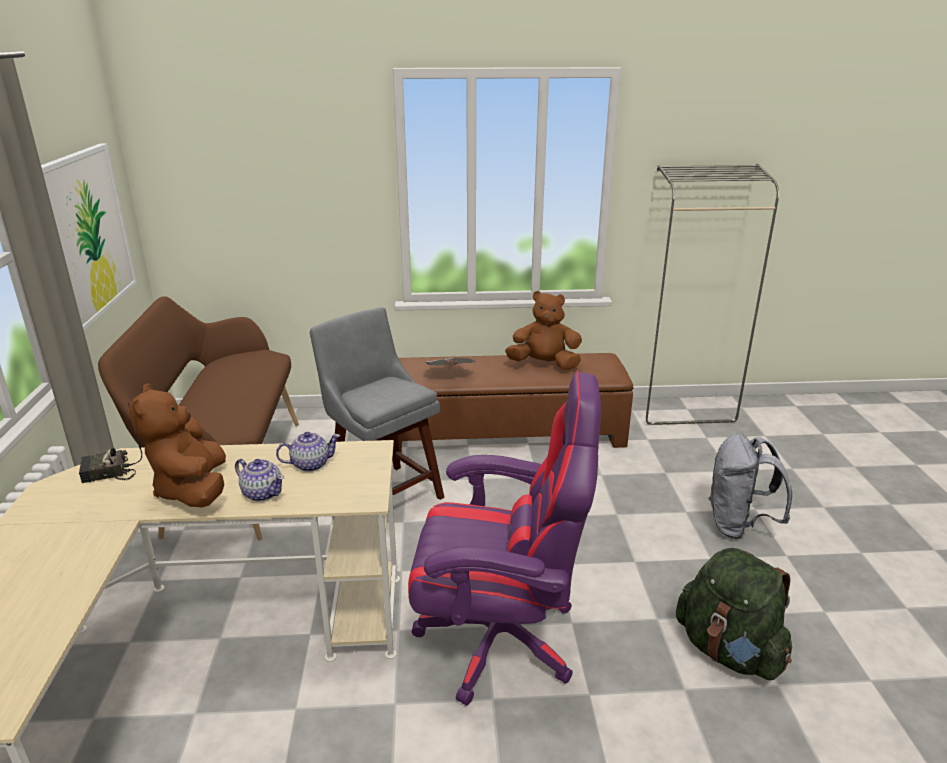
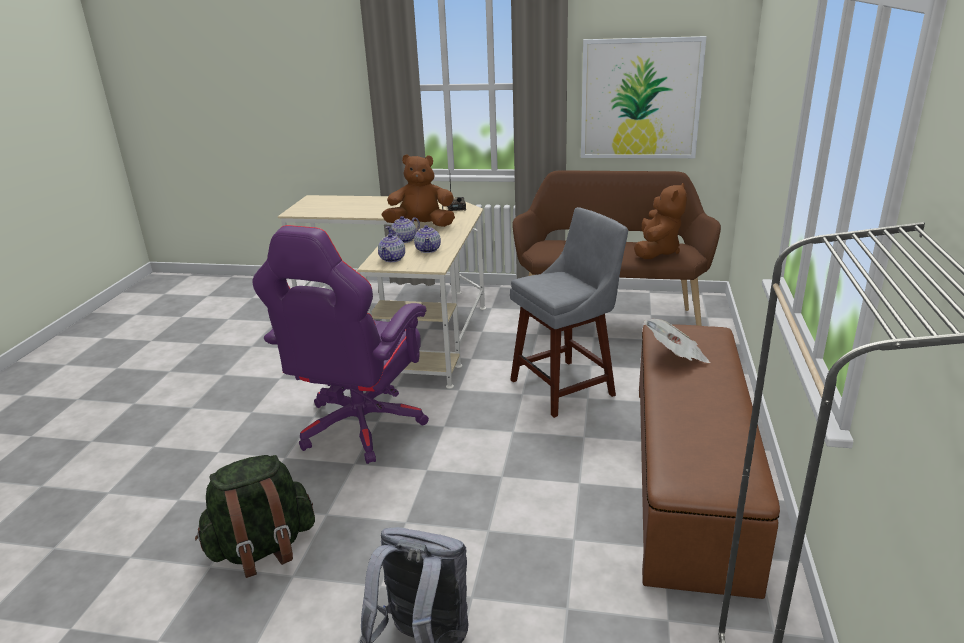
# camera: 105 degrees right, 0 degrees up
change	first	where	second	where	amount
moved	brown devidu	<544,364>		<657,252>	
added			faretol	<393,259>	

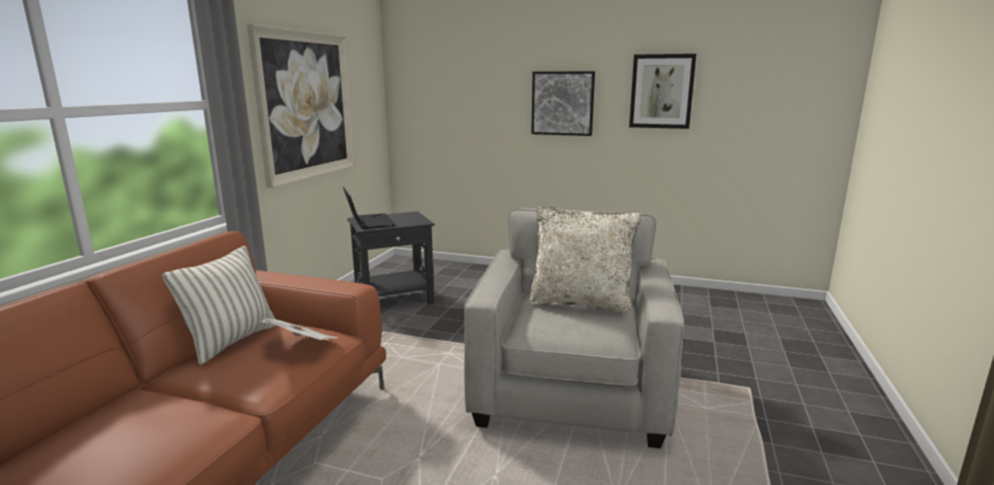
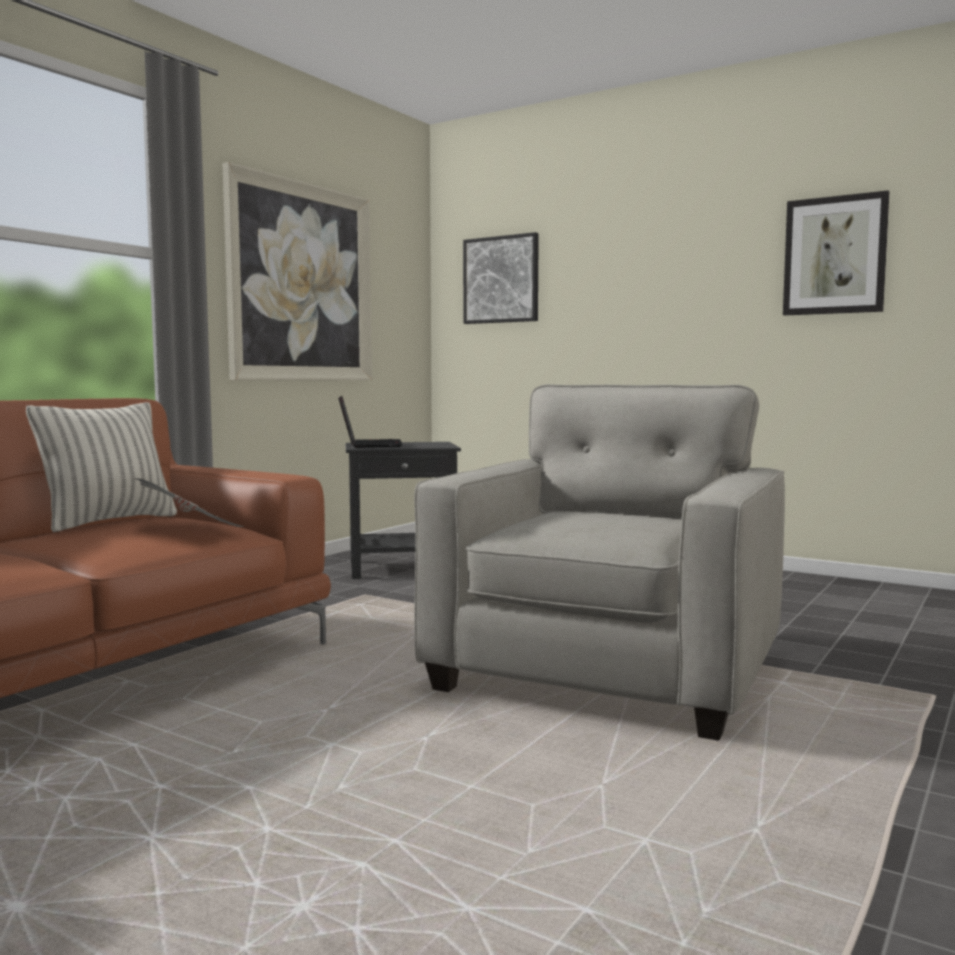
# camera: 15 degrees right, 10 degrees down
change	first	where	second	where	amount
removed	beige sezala	<581,304>			
moved	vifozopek	<562,103>		<501,280>	

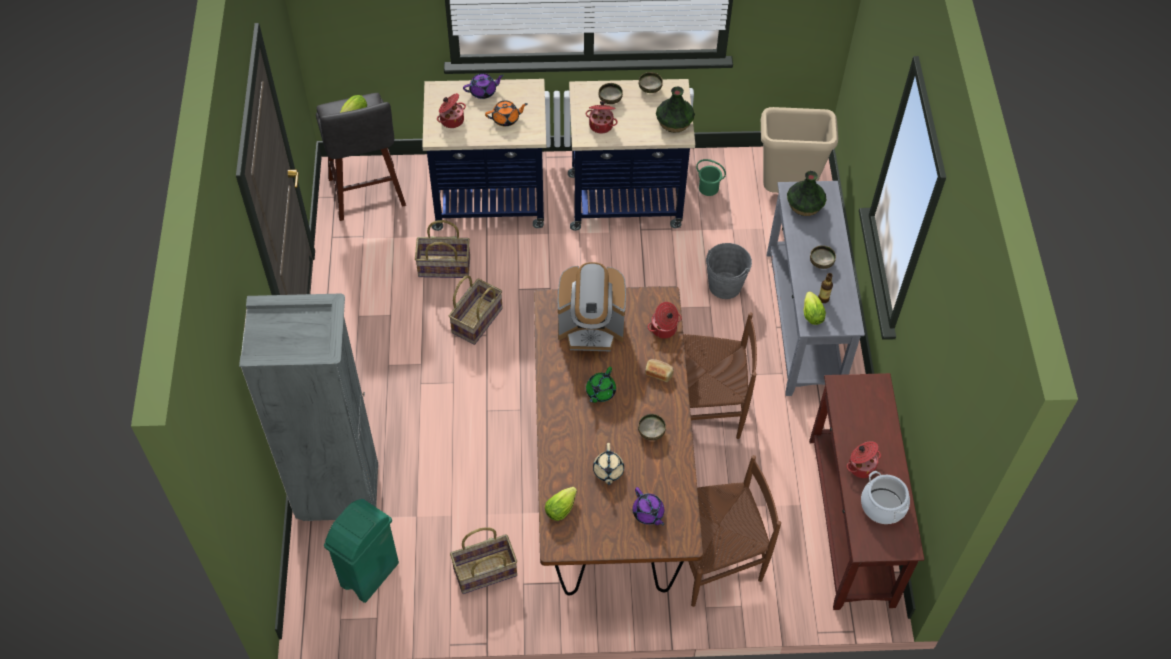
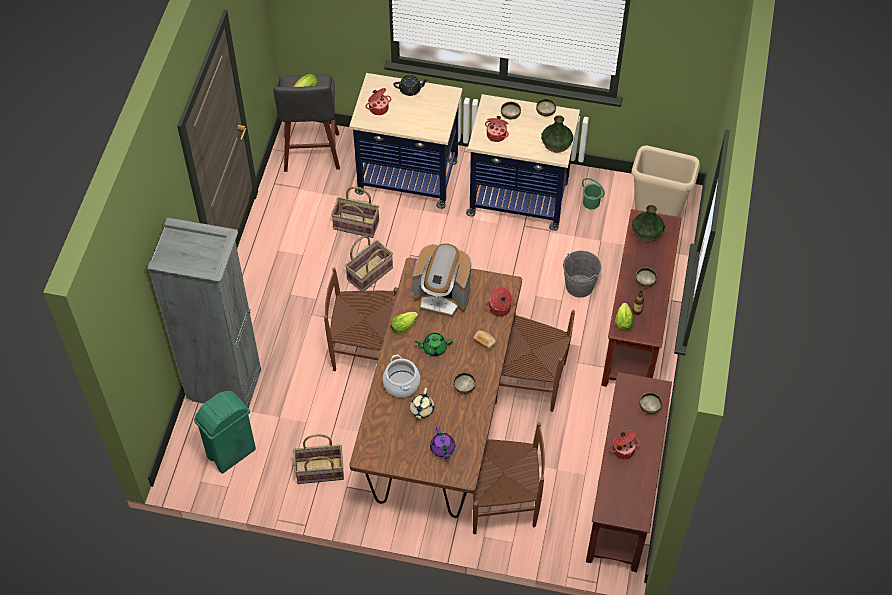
# camera: 15 degrees right, 0 degrees up
change	first	where	second	where	amount
recoloured	purple faretol	<483,91>	black faretol	<410,90>	
removed	orange faretol	<506,119>			
moved	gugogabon	<562,507>		<405,325>	
turned	green faretol	<600,392>		<434,348>	45 degrees clockwise
recoloured	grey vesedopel	<804,322>	brown vesedopel	<635,329>	
moved	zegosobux	<882,506>		<401,384>	
added			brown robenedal	<365,349>	
added			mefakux	<649,407>	

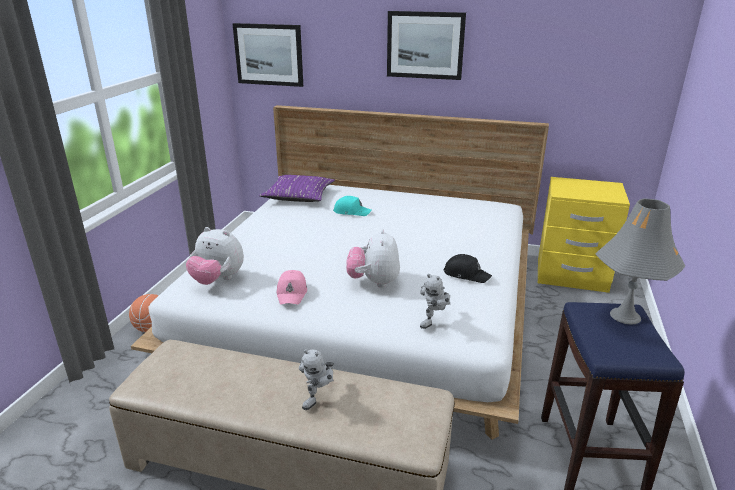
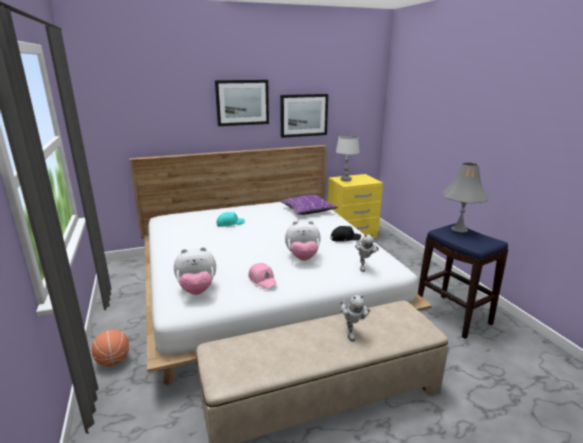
# camera: 35 degrees left, 5 degrees down
change	first	where	second	where	amount
moved	vifozopek	<269,54>		<304,115>	
moved	purple sezala	<298,196>		<307,210>	
turned	devidu	<374,282>		<303,258>	60 degrees counterclockwise
added			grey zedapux	<346,180>	

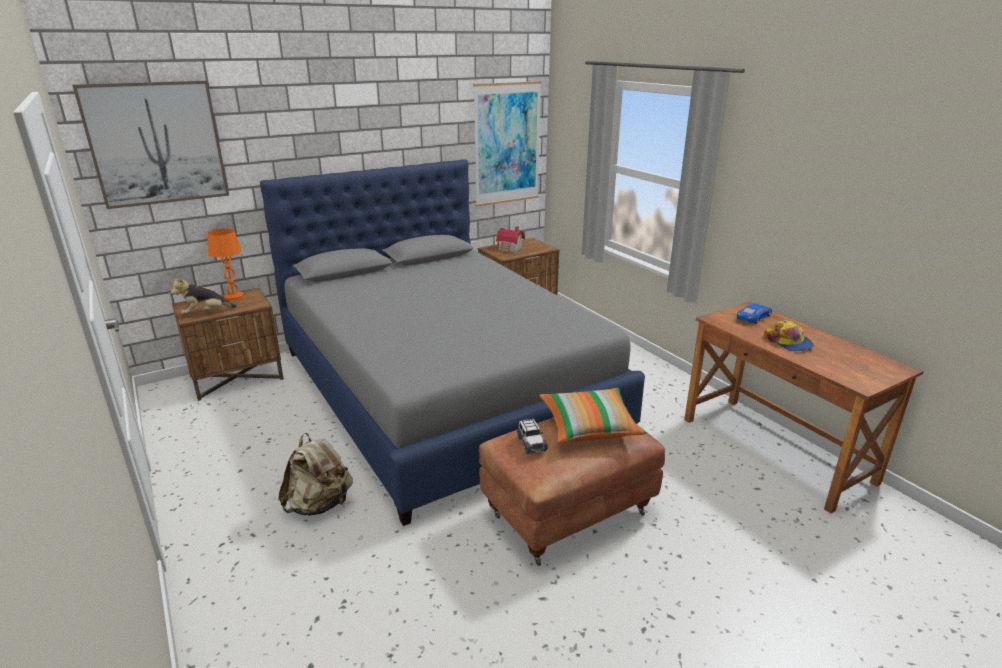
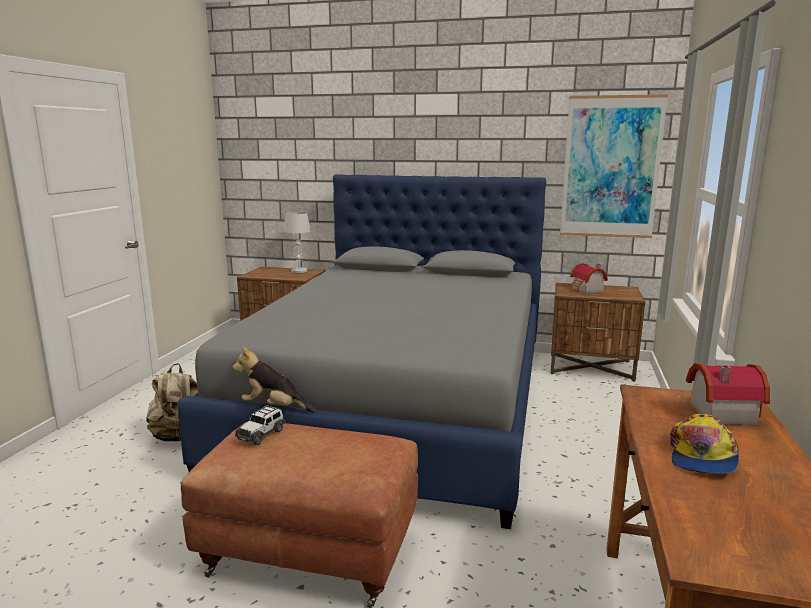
# camera: 45 degrees right, 10 degrees down
change	first	where	second	where	amount
removed	vifozopek	<156,144>			
moved	devidu	<205,313>		<274,407>	
recoloured	orange zedapux	<233,296>	white zedapux	<299,271>	
removed	sezala	<589,426>			
replaced	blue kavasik	<753,317>	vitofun	<718,412>	

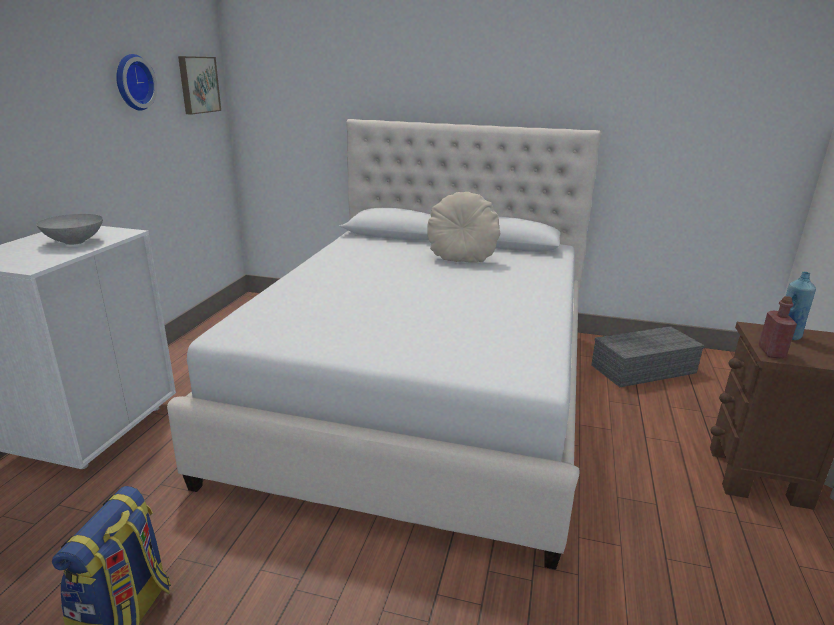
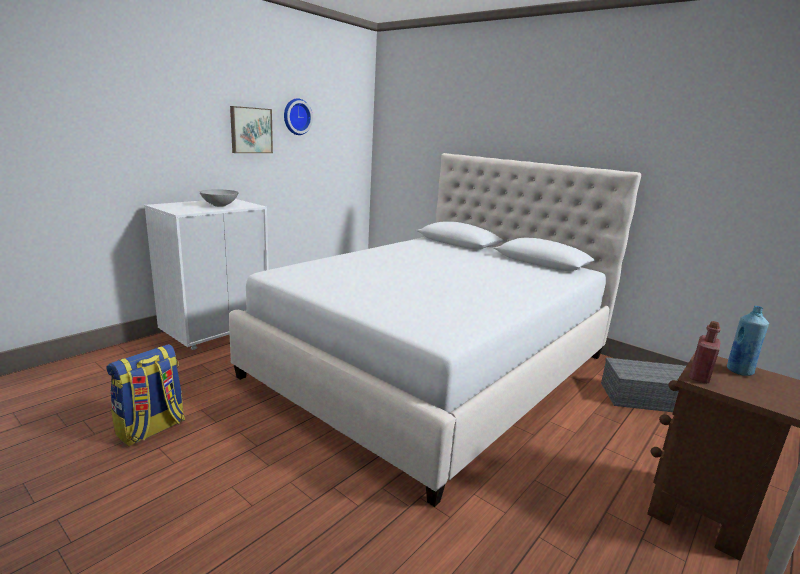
# camera: 25 degrees right, 5 degrees down
change	first	where	second	where	amount
moved	vifozopek	<198,84>		<250,130>	
removed	beige sezala	<462,259>			

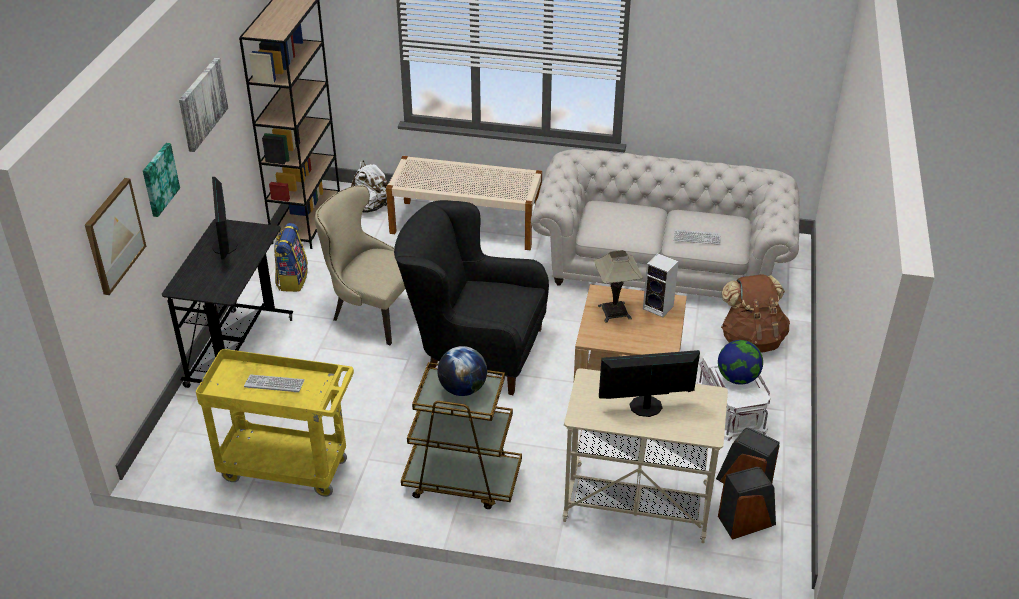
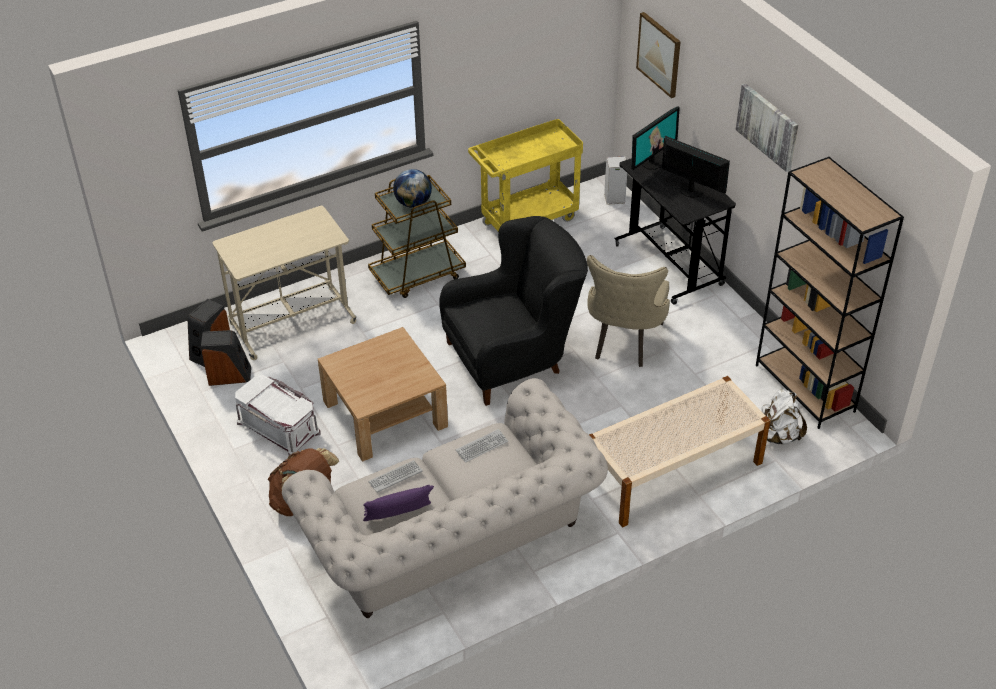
# camera: 140 degrees right, 5 degrees up
change	first	where	second	where	amount
removed	vifozopek	<159,179>			
moved	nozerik	<274,384>		<482,446>	
removed	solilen	<292,279>			
turned	beige robenedal	<372,314>		<624,342>	120 degrees clockwise
removed	zedapux	<614,312>			
moved	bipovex	<645,407>		<652,162>	
moved	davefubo	<659,307>		<613,199>	
removed	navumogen	<737,378>			
added			purple sezala	<399,517>	

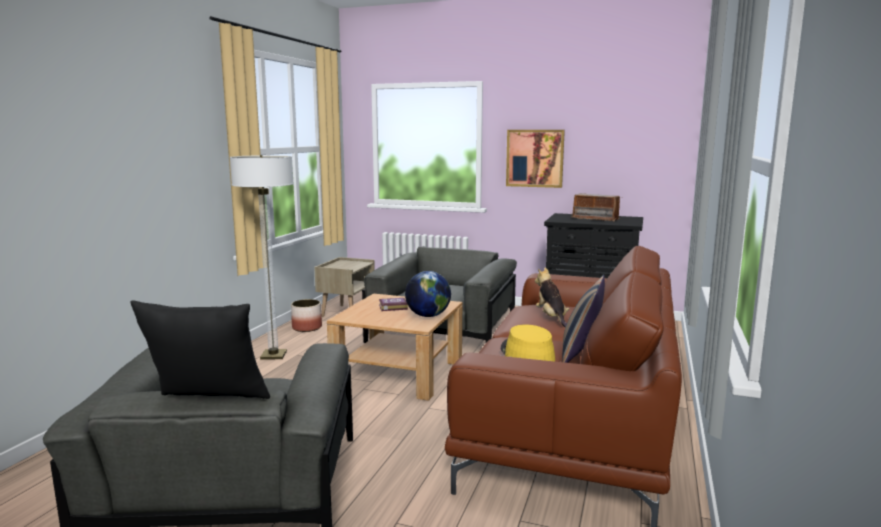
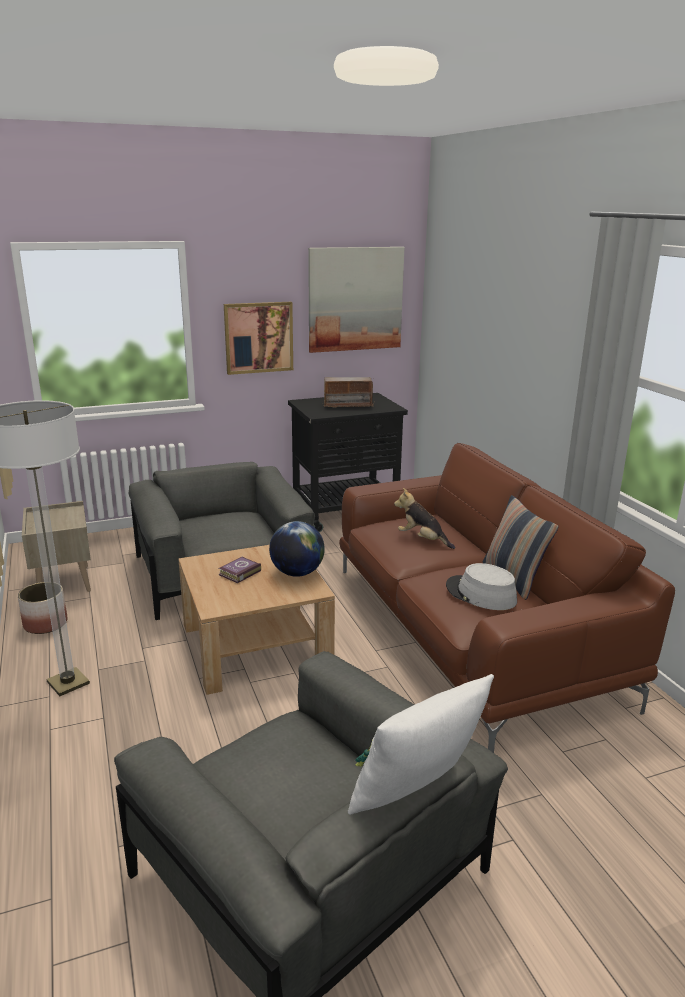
# camera: 40 degrees left, 10 degrees up
change	first	where	second	where	amount
recoloured	black sezala	<208,404>	white sezala	<416,797>	
recoloured	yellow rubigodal	<526,354>	grey rubigodal	<480,594>	
added			vifozopek	<355,299>	

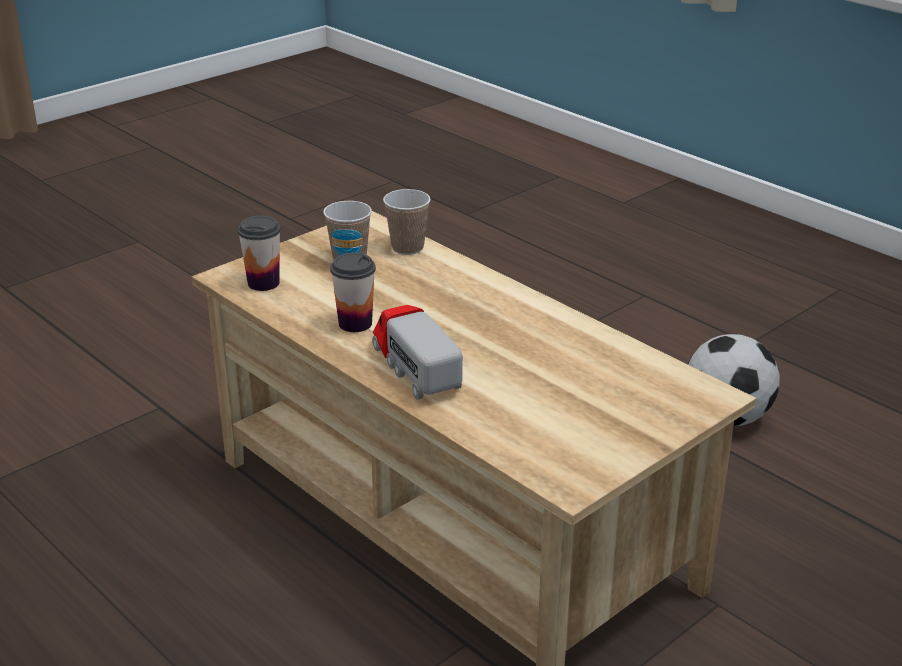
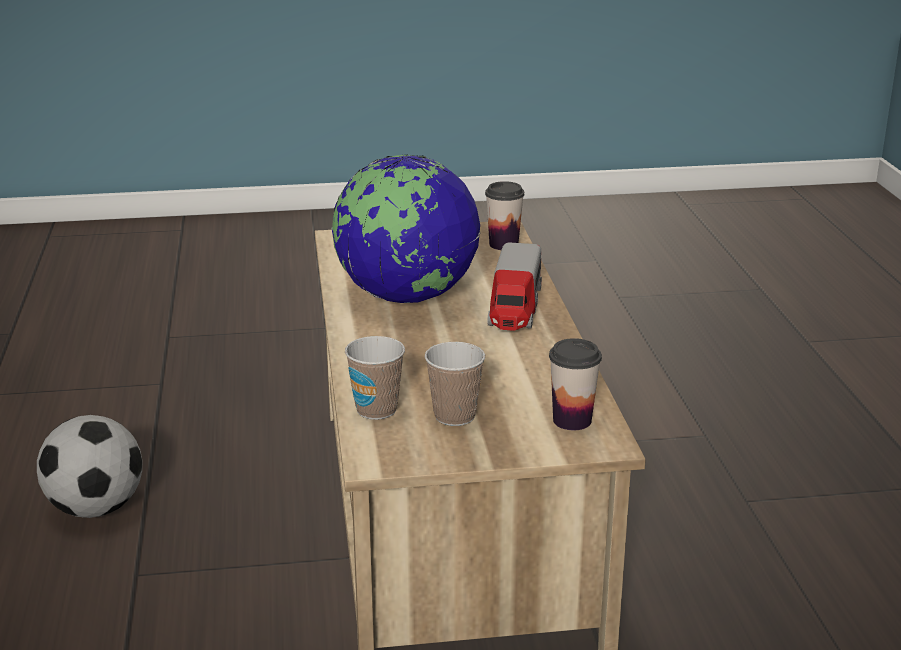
# camera: 145 degrees left, 5 degrees down
change	first	where	second	where	amount
moved	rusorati	<355,323>		<503,244>	
added			navumogen	<406,297>	

